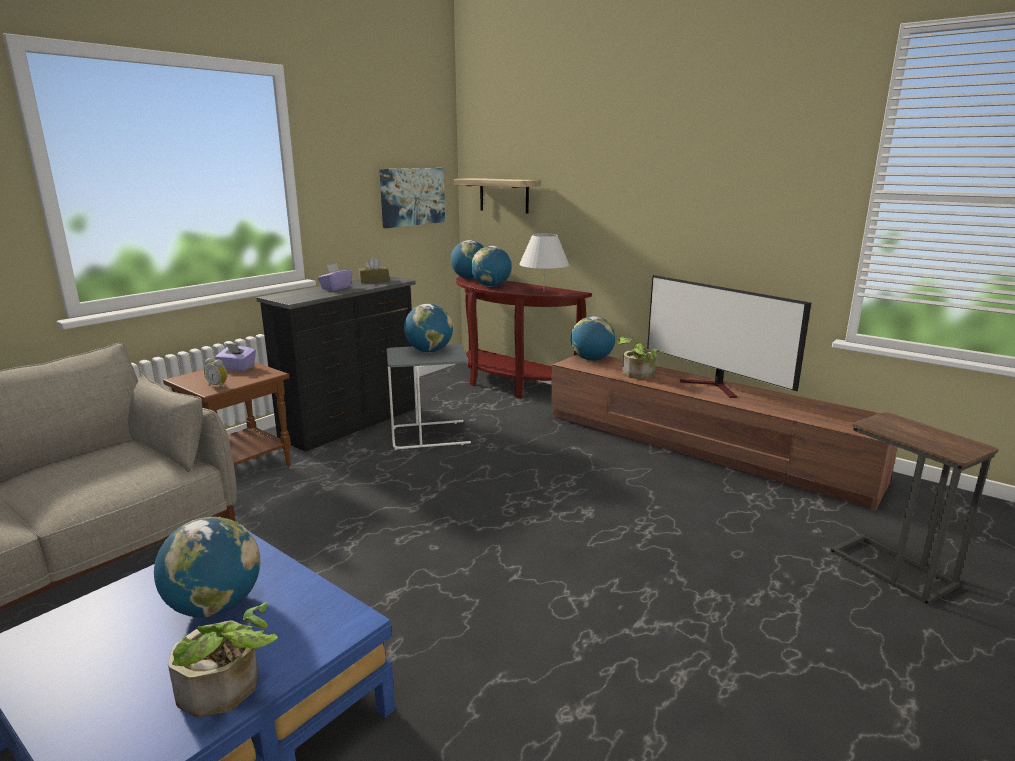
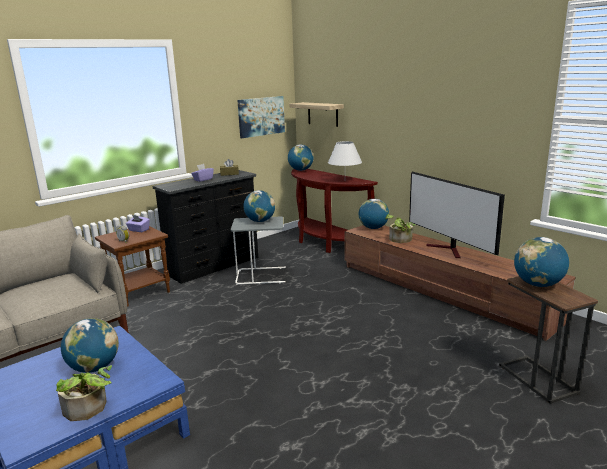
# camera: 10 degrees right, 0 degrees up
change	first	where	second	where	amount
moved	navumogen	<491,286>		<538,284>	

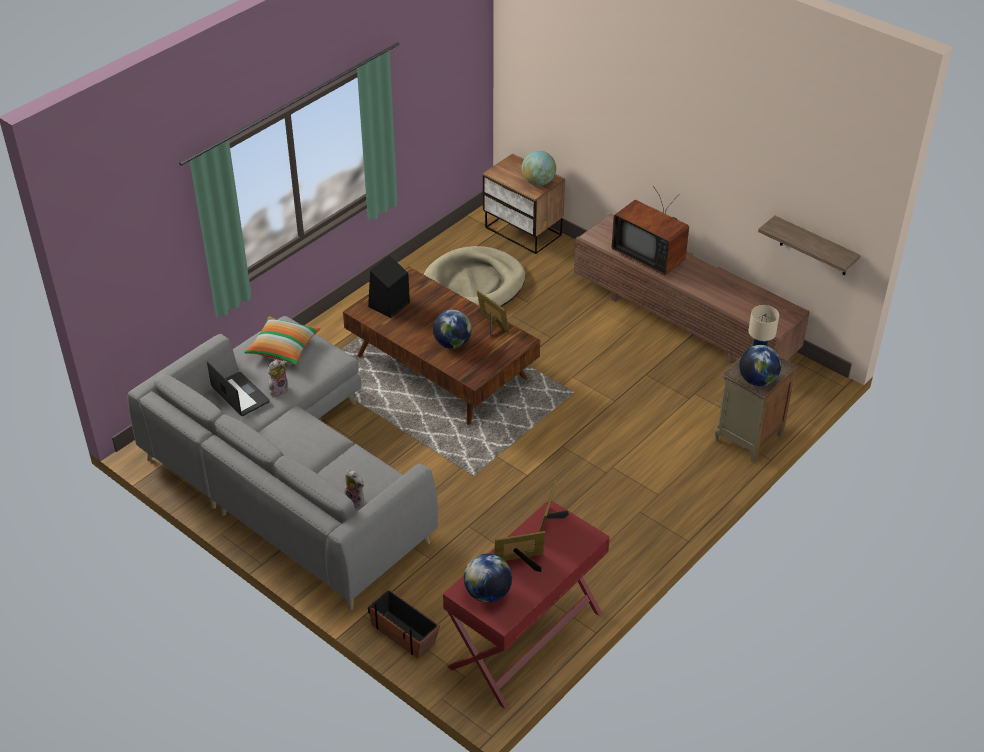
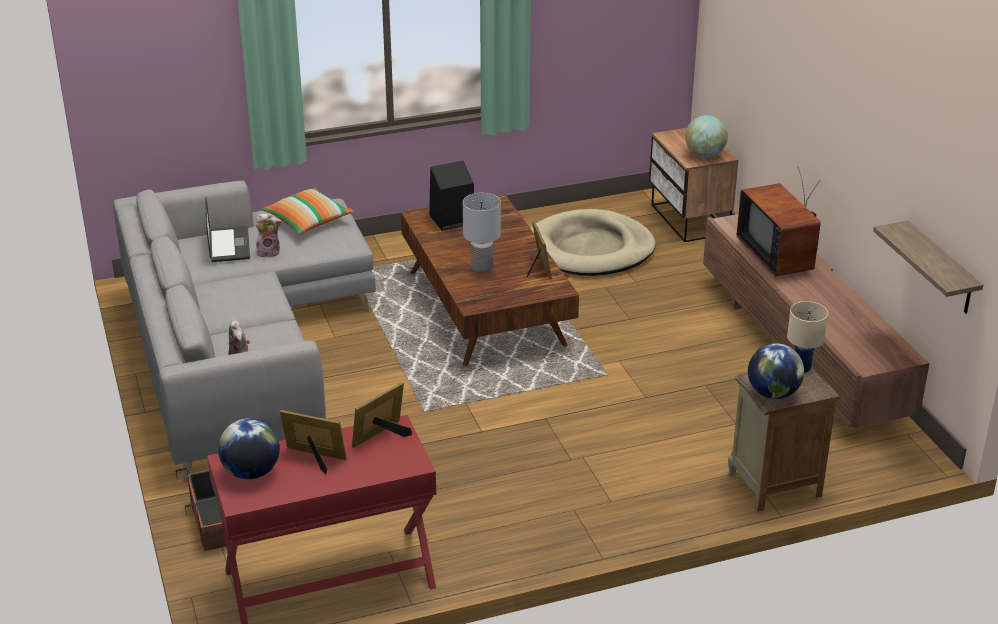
# camera: 30 degrees right, 10 degrees down
change	first	where	second	where	amount
replaced	navumogen	<452,343>	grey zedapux	<482,269>	

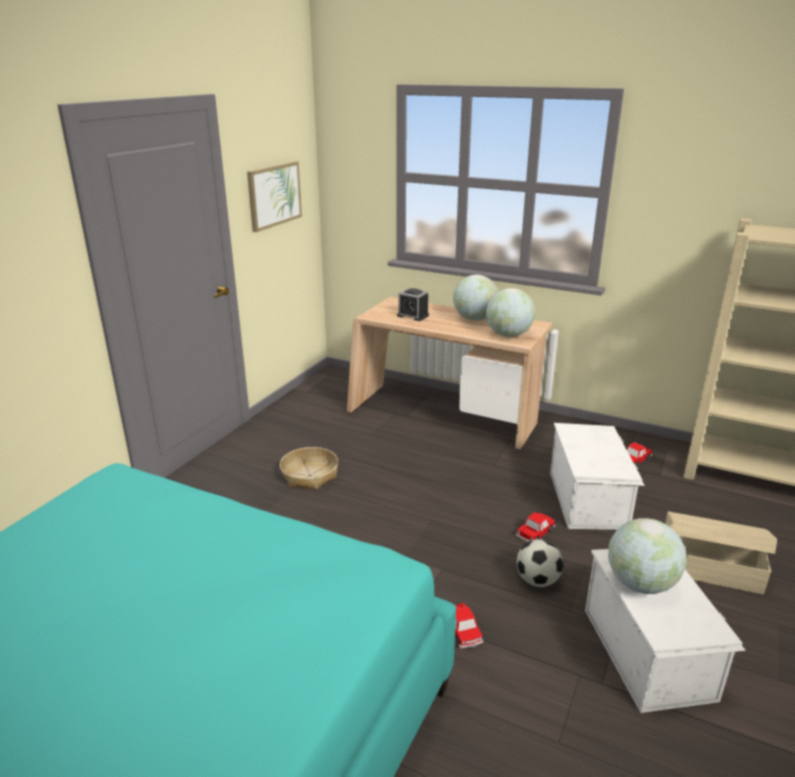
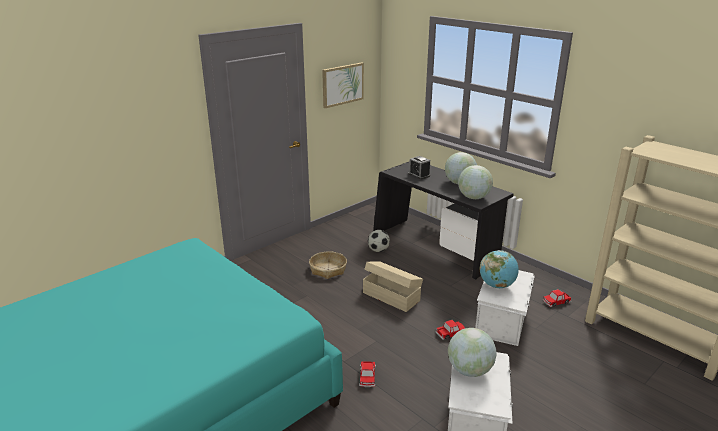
# camera: 20 degrees right, 0 degrees up
change	first	where	second	where	amount
recoloured	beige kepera	<443,418>	black kepera	<435,249>	
moved	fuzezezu	<537,580>		<378,250>	
moved	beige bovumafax	<708,568>		<391,296>	
added			navumogen	<497,285>	

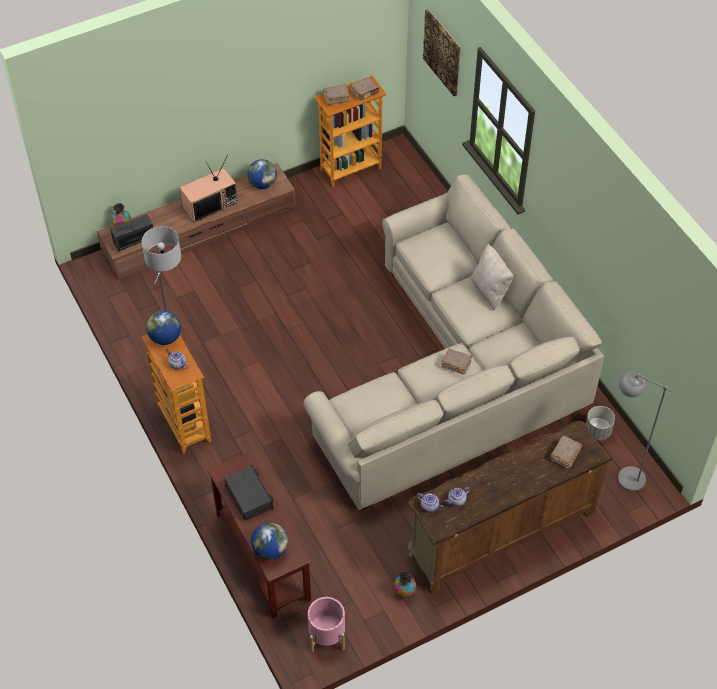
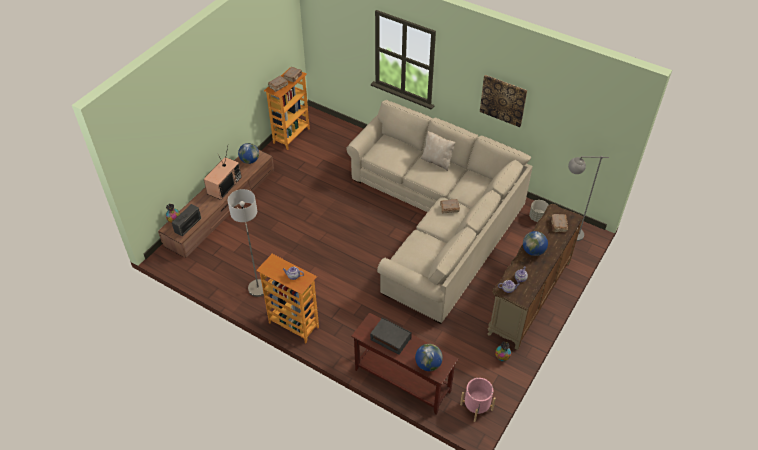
# camera: 30 degrees left, 5 degrees down
change	first	where	second	where	amount
moved	navumogen	<165,338>		<533,251>	
moved	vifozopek	<442,52>		<503,100>	

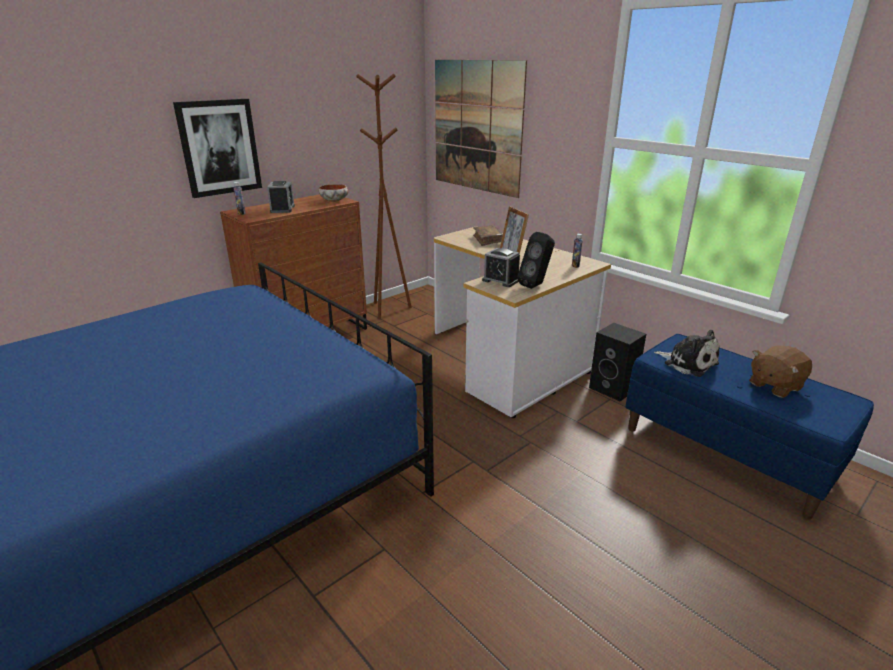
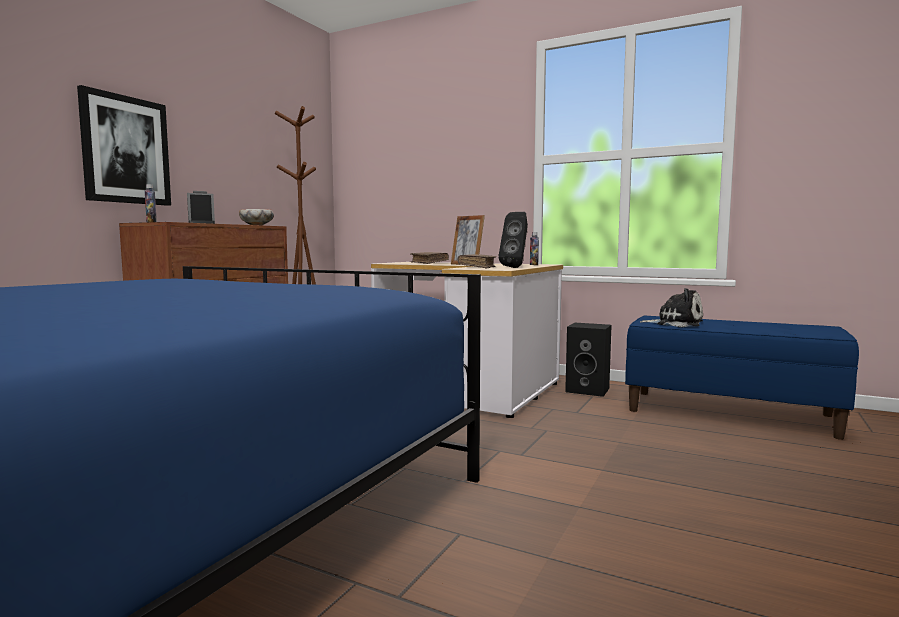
# camera: 20 degrees left, 20 degrees down
change	first	where	second	where	amount
removed	vifozopek	<477,127>			
replaced	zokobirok	<500,280>	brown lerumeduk	<477,267>	
removed	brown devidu	<774,385>			

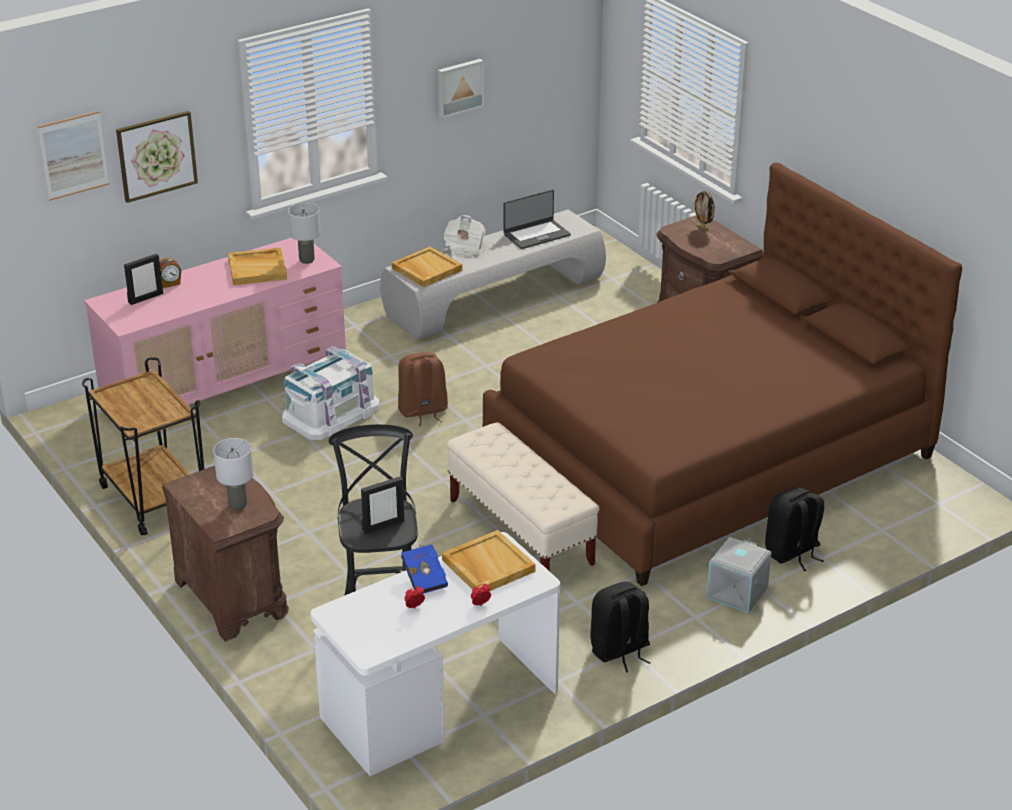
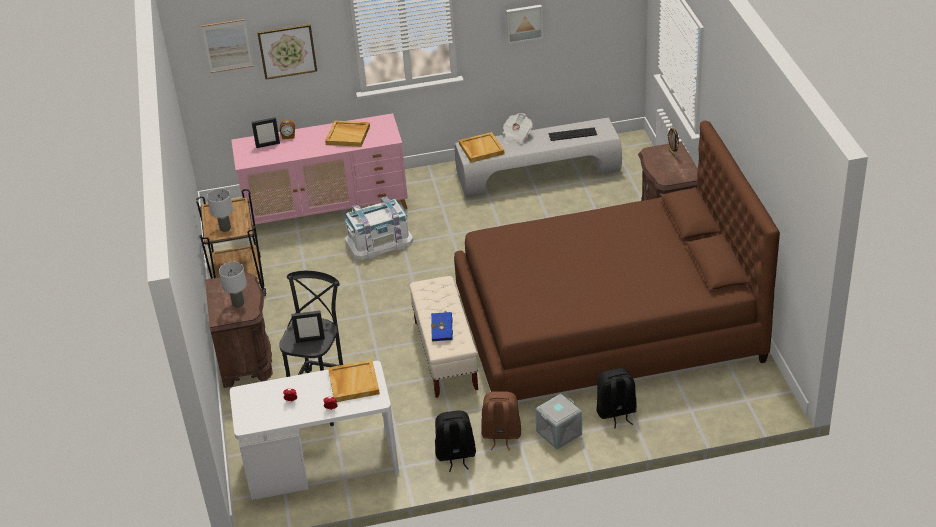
# camera: 25 degrees right, 5 degrees up
change	first	where	second	where	amount
moved	white zedapux	<307,261>		<225,229>	
moved	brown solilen	<423,411>		<501,435>	
moved	blue lerumeduk	<424,578>		<443,332>	
replaced	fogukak	<536,234>	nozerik	<572,134>	

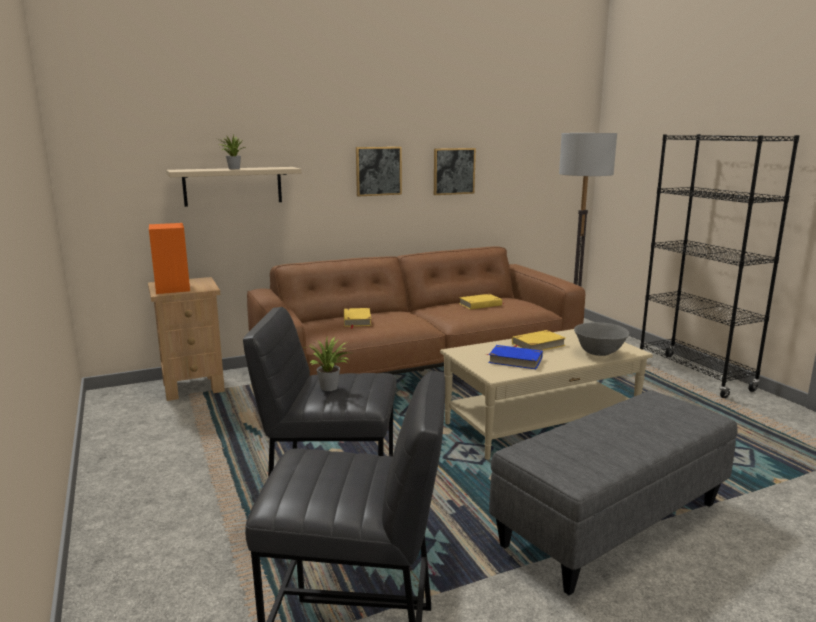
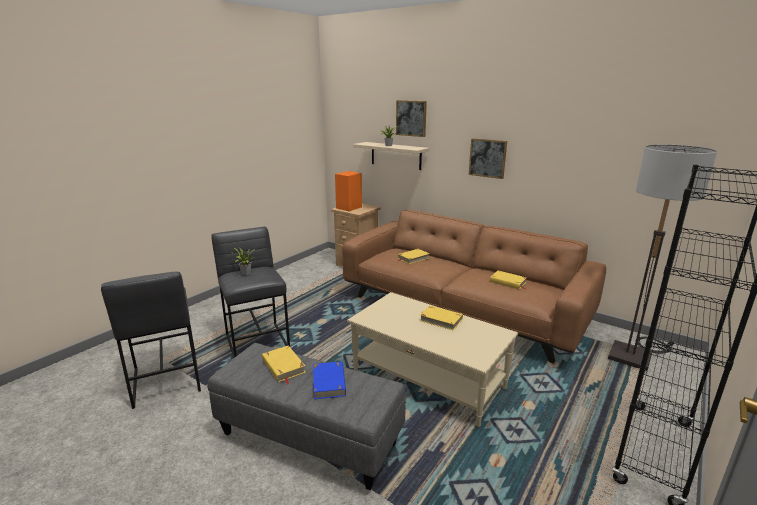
# camera: 60 degrees right, 5 degrees up
change	first	where	second	where	amount
moved	vifozopek	<453,171>		<411,118>	
moved	blue lerumeduk	<515,360>		<329,382>	
removed	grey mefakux	<599,353>			
added			yellow lerumeduk	<283,366>	

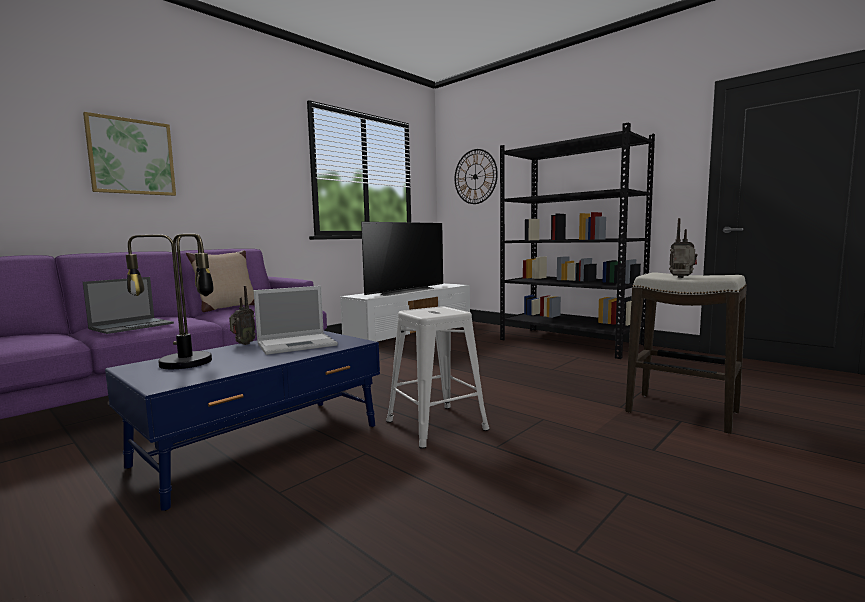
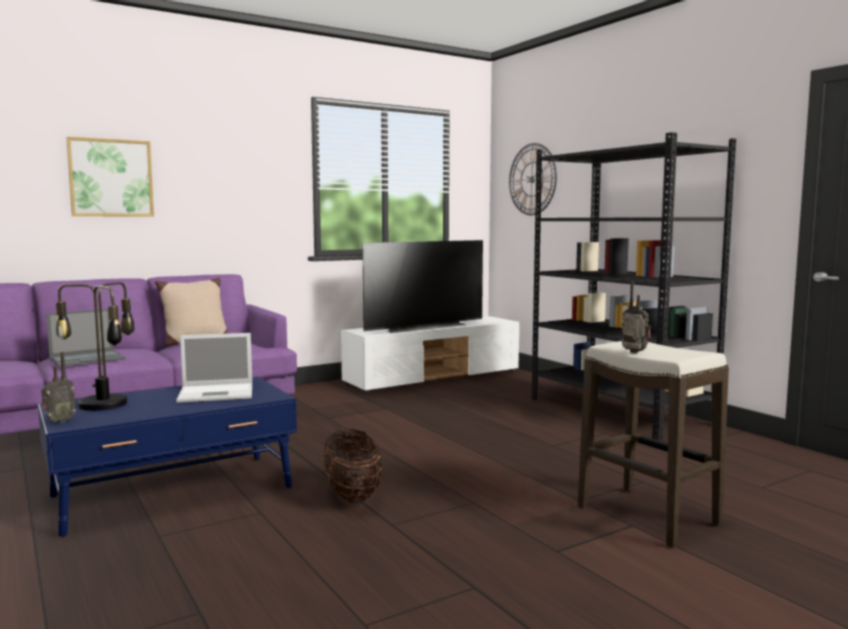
# camera: 15 degrees right, 0 degrees up
change	first	where	second	where	amount
moved	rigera	<243,344>		<58,422>	
replaced	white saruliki	<436,425>	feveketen	<352,494>	

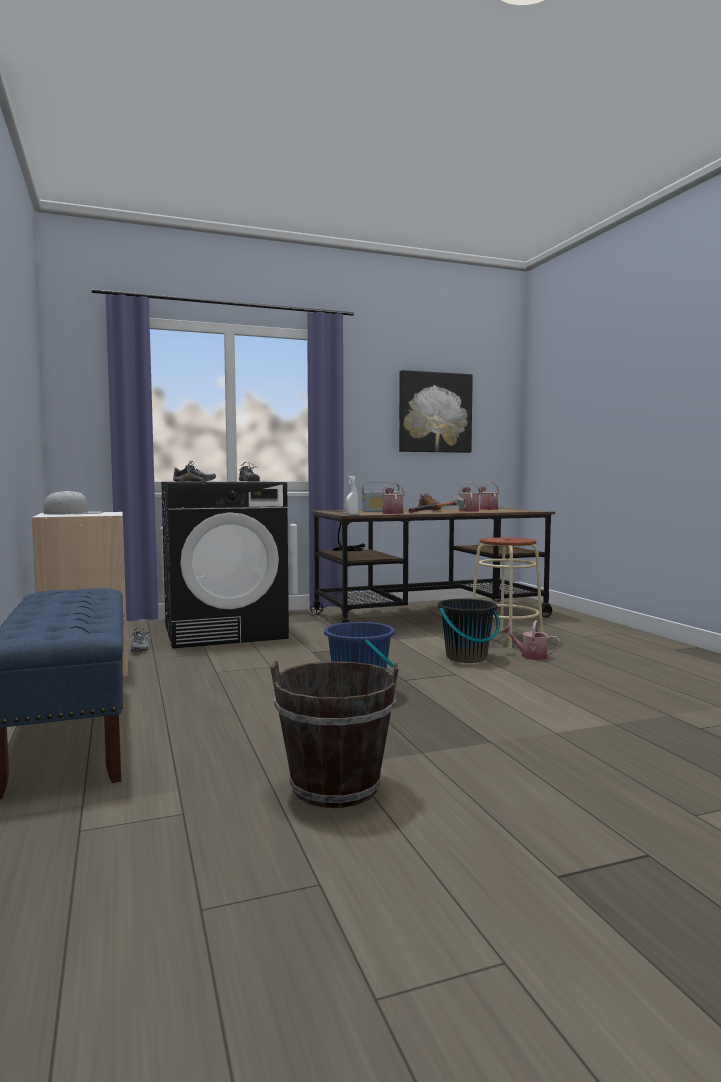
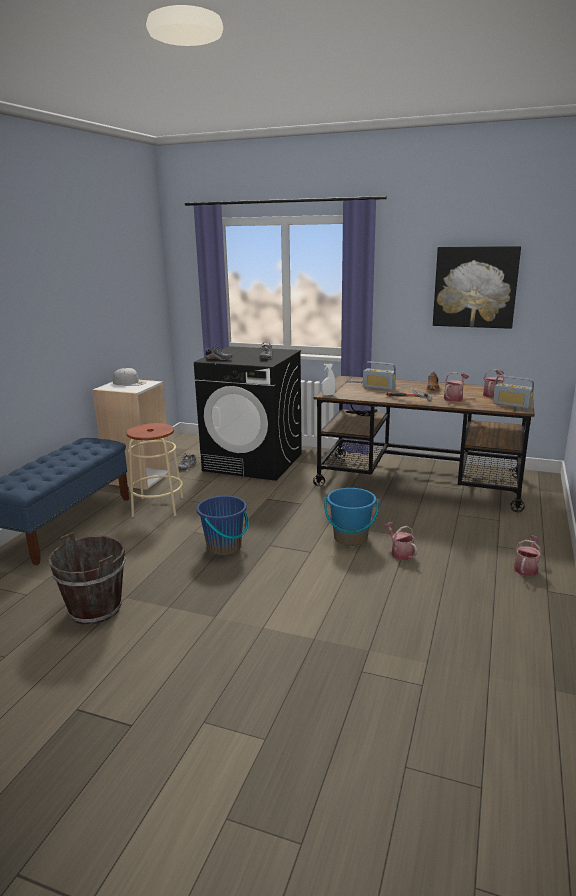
# camera: 40 degrees right, 15 degrees up
change	first	where	second	where	amount
moved	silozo	<392,513>		<526,568>	
recoloured	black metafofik	<466,657>	blue metafofik	<350,538>	
moved	beige saruliki	<505,638>		<158,506>	
added			rigera	<512,405>	

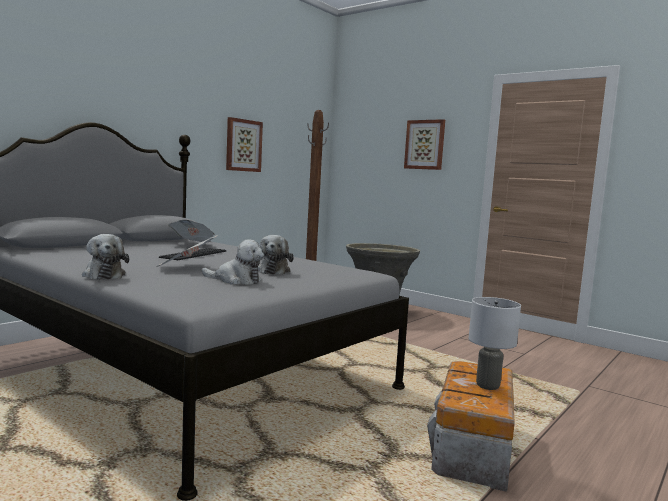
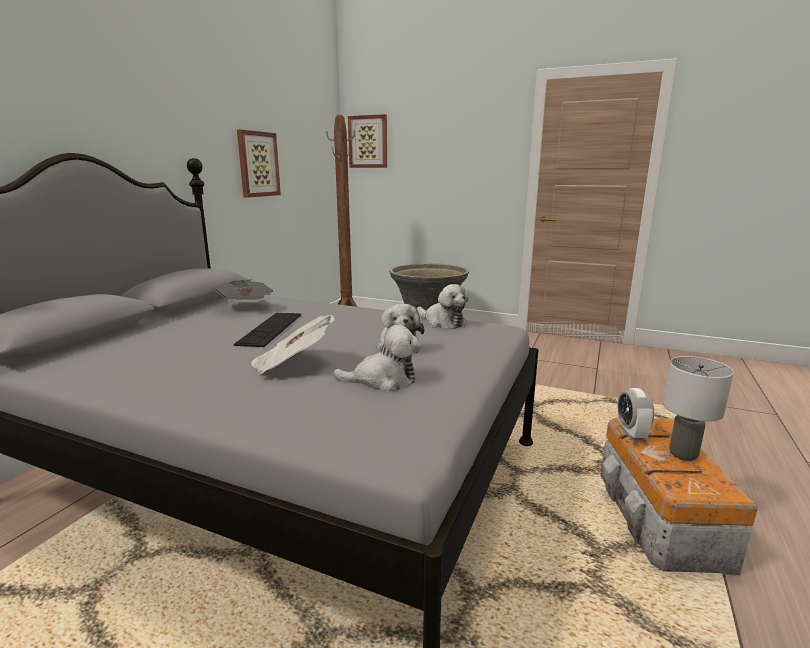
# camera: 15 degrees left, 10 degrees up
change	first	where	second	where	amount
moved	devidu	<104,275>		<442,322>	
moved	vifozopek	<425,144>		<368,142>	
added			zokobirok	<631,432>	

